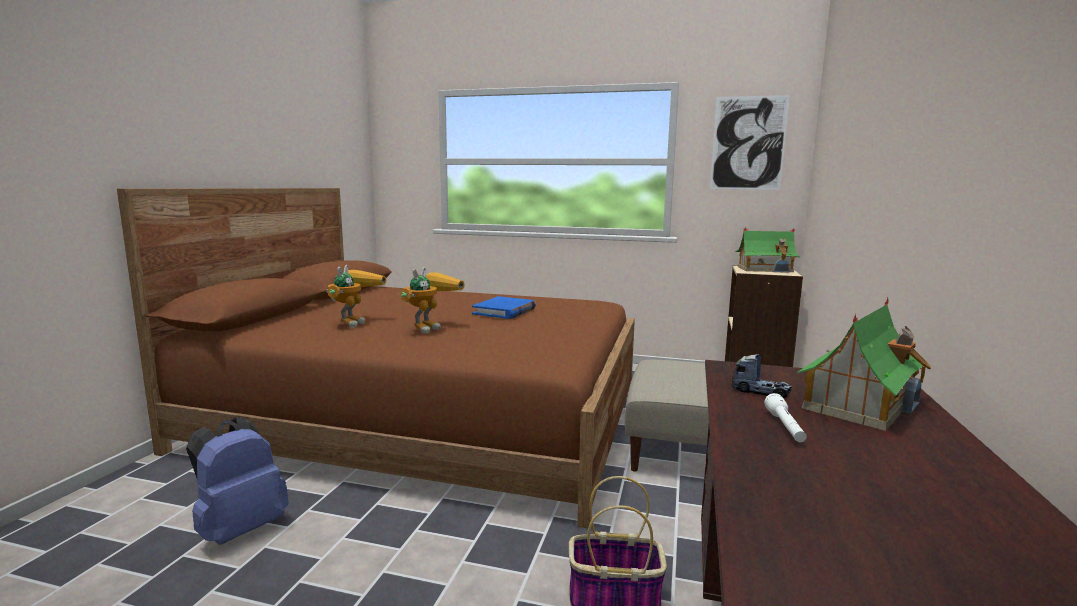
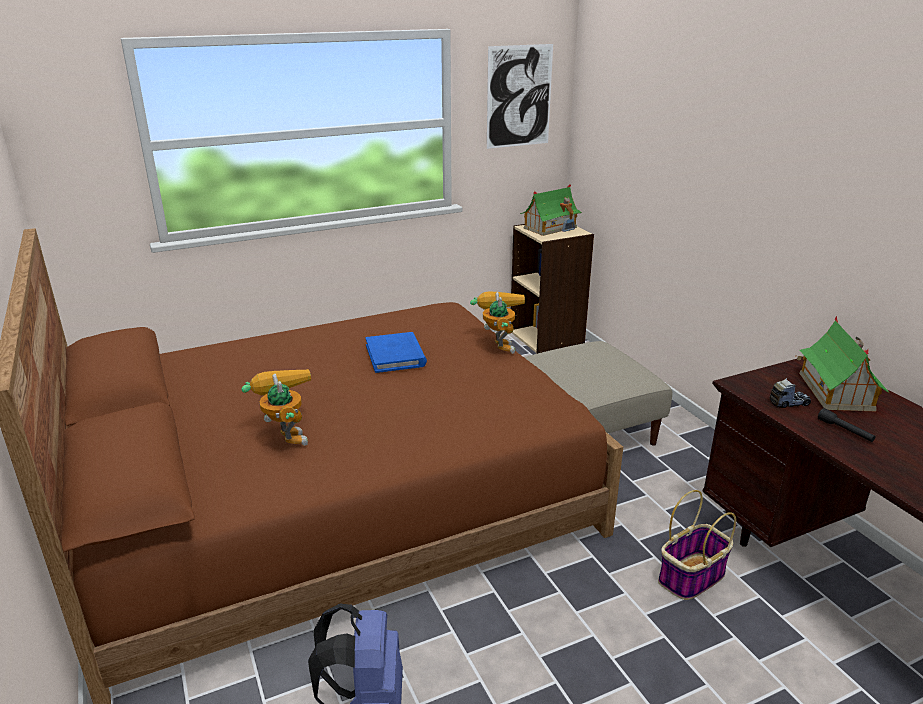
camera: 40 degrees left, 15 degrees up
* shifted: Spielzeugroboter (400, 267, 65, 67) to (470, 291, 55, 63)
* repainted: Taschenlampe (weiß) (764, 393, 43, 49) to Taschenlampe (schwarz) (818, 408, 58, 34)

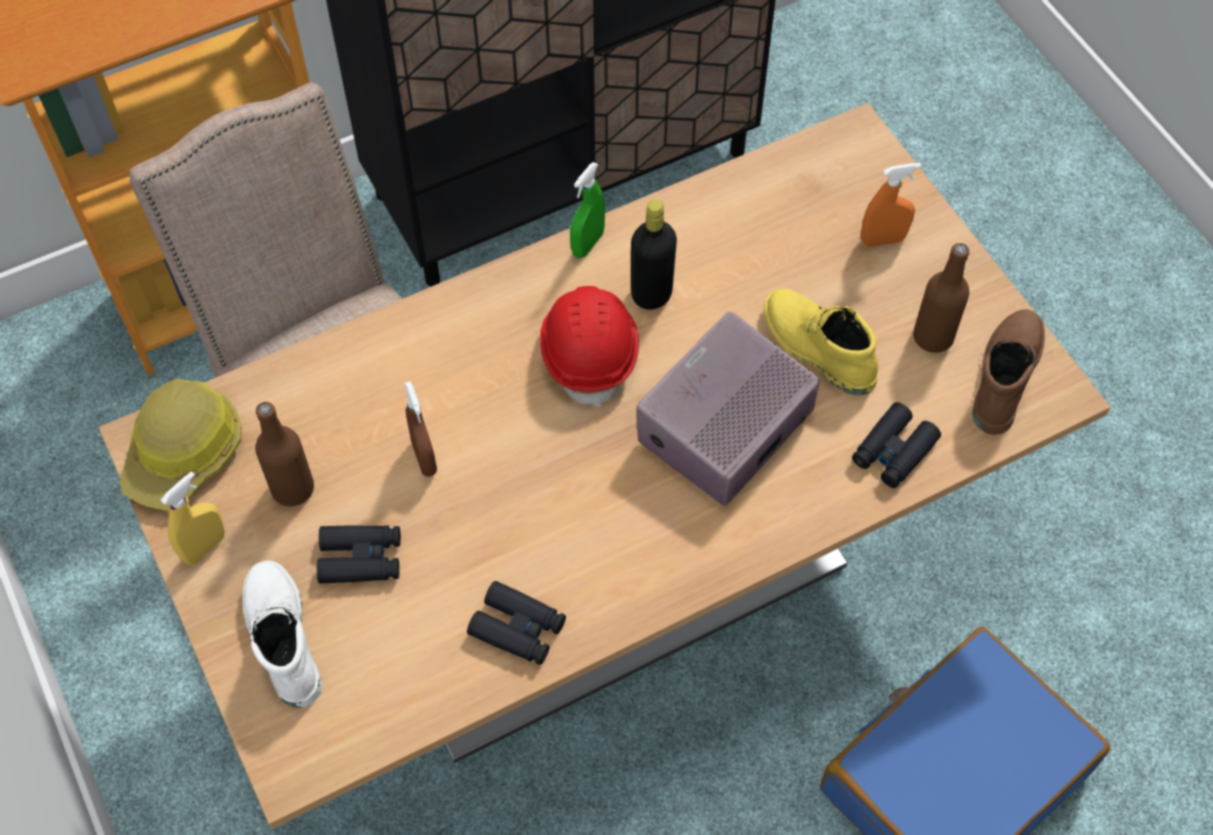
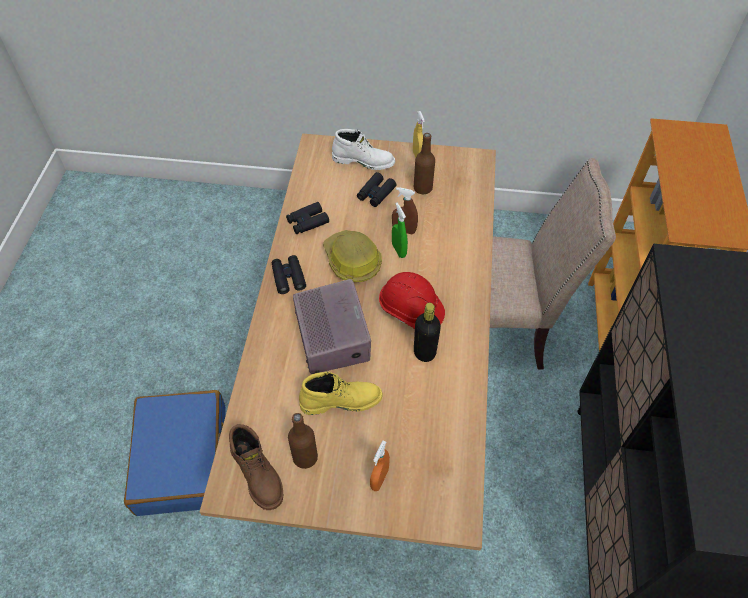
camera: 125 degrees right, 5 degrees down
* shifted: Schutzhelm (120, 379, 122, 132) to (323, 230, 59, 52)
* shifted: Sprühflasche (grün) (570, 162, 35, 96) to (392, 203, 16, 55)
* shifted: Fernglas (schwarz) (852, 402, 89, 86) to (272, 255, 34, 39)

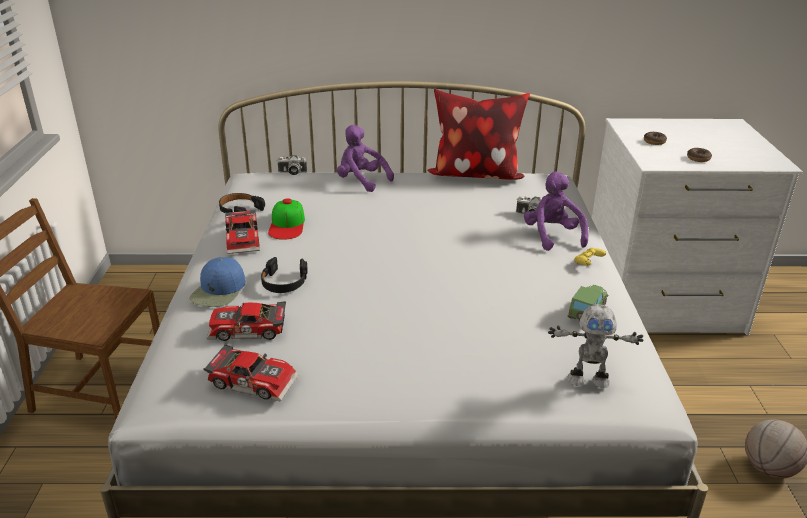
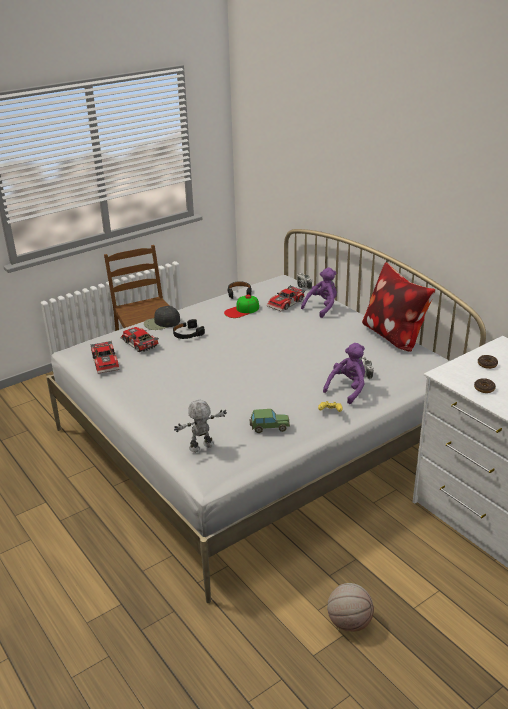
camera: 55 degrees right, 0 degrees up
* repainted: Kappe (blau) (190, 257, 56, 50) to Kappe (schwarz) (144, 306, 36, 24)
* shifted: Spielzeugauto (225, 209, 35, 45) to (267, 285, 38, 27)
* rotated: Plüschtier (lila) (337, 125, 57, 67) = (301, 268, 36, 50) 45 degrees clockwise
* rotated: Spielzeugroboter (548, 304, 95, 84) = (174, 400, 53, 53) 90 degrees clockwise

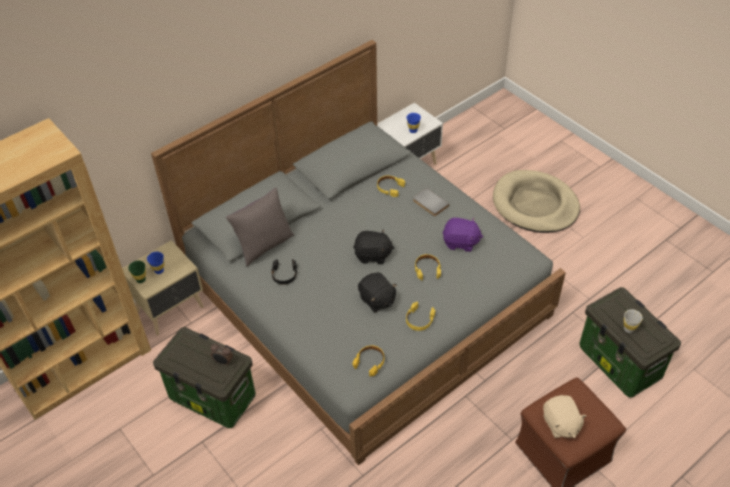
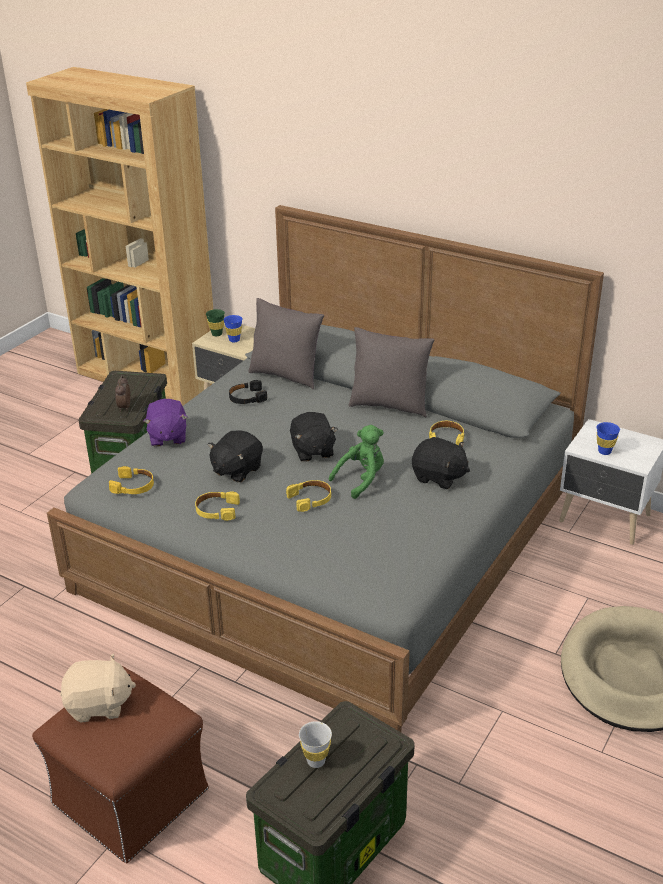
camera: 70 degrees right, 15 degrees down
* swapped: Buch (grau) (413, 188, 36, 28) to Plüschtier (schwarz) (412, 437, 58, 52)
* shifted: Plüschtier (lila) (442, 218, 41, 34) to (143, 399, 44, 48)
* rotated: Plüschtier (beige) (543, 395, 44, 43) = (60, 653, 76, 70) 150 degrees counterclockwise
* new: Plüschtier (grün) (329, 425, 55, 74)
* new: Kissen (grau) (349, 327, 86, 90)

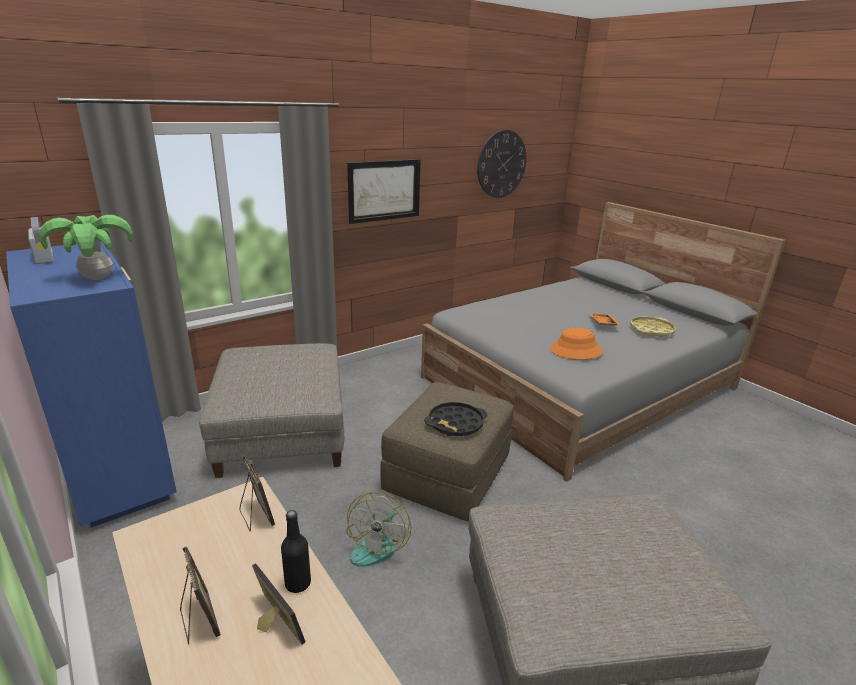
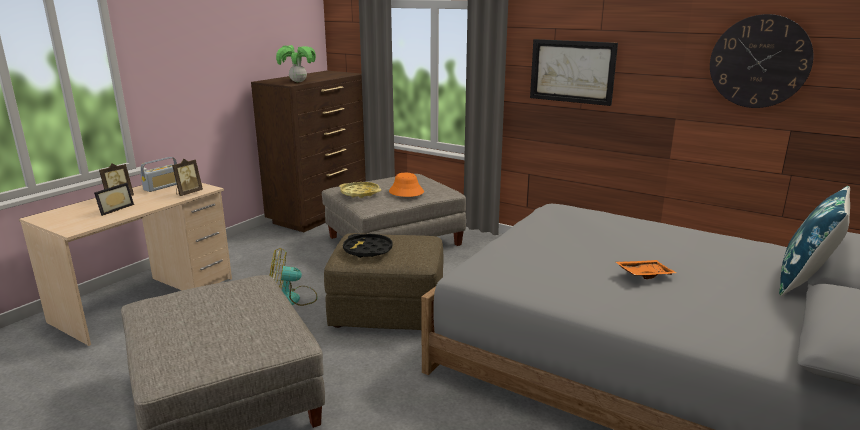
camera: 70 degrees right, 5 degrees down
* repainted: Kommode (blau) (6, 241, 171, 287) to Kommode (braun) (251, 71, 115, 161)
* shifted: Radio (28, 217, 26, 47) to (140, 157, 37, 35)
* gone: Flasche (schwarz) (281, 510, 30, 83)
* shifted: Hut (orange) (550, 328, 53, 31) to (389, 173, 35, 24)
* shifted: Tablett (gelb) (630, 317, 46, 20) to (339, 182, 42, 16)
* new: Kissen (blau) (779, 186, 71, 110)

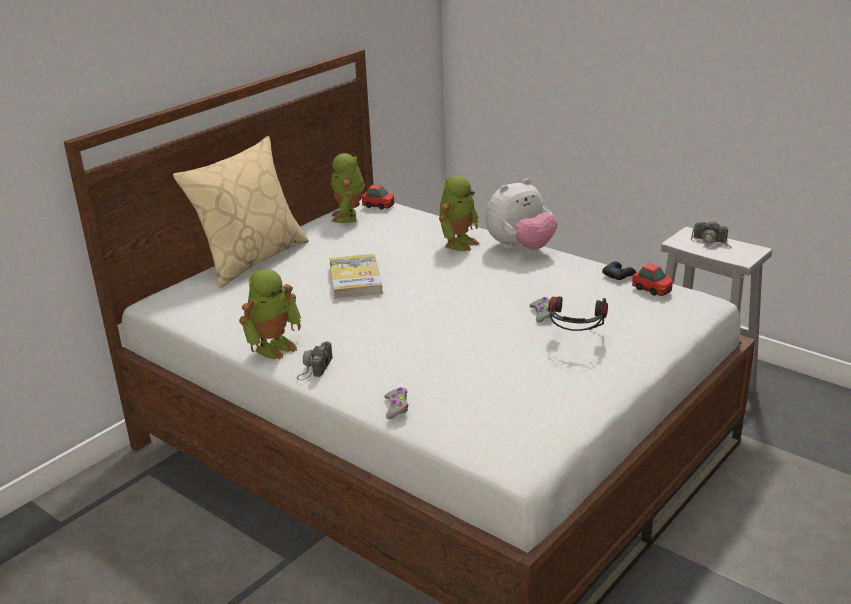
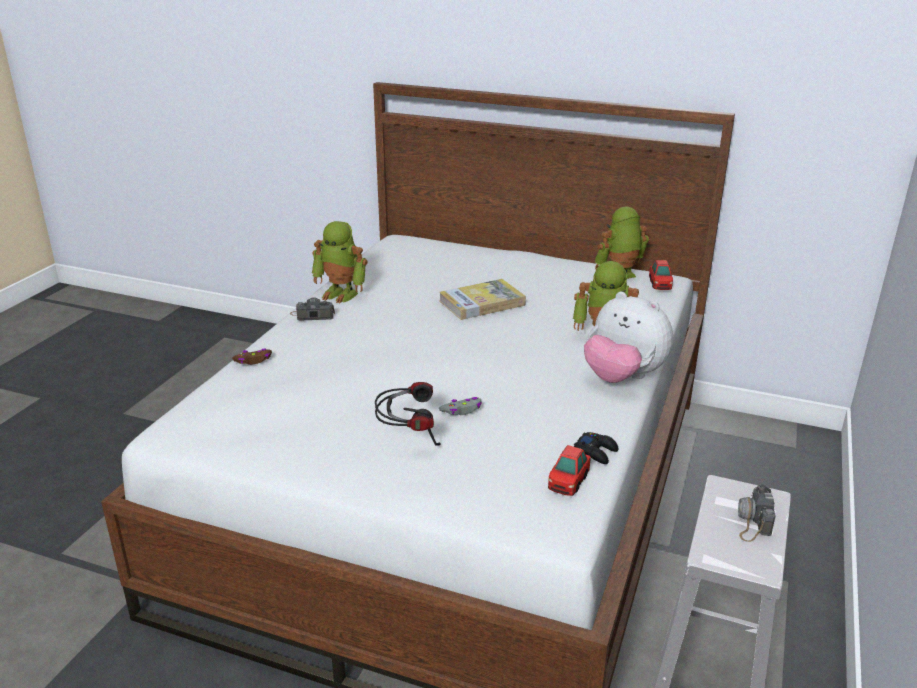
camera: 70 degrees right, 0 degrees up
* gone: Kissen (beige) (173, 136, 136, 152)
* repainted: Gamepad (grau) (384, 387, 24, 32) to Gamepad (braun) (232, 348, 40, 17)

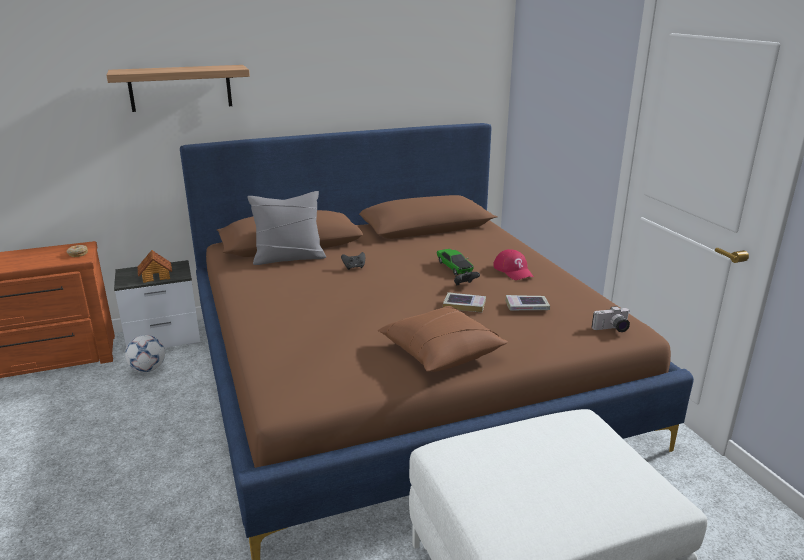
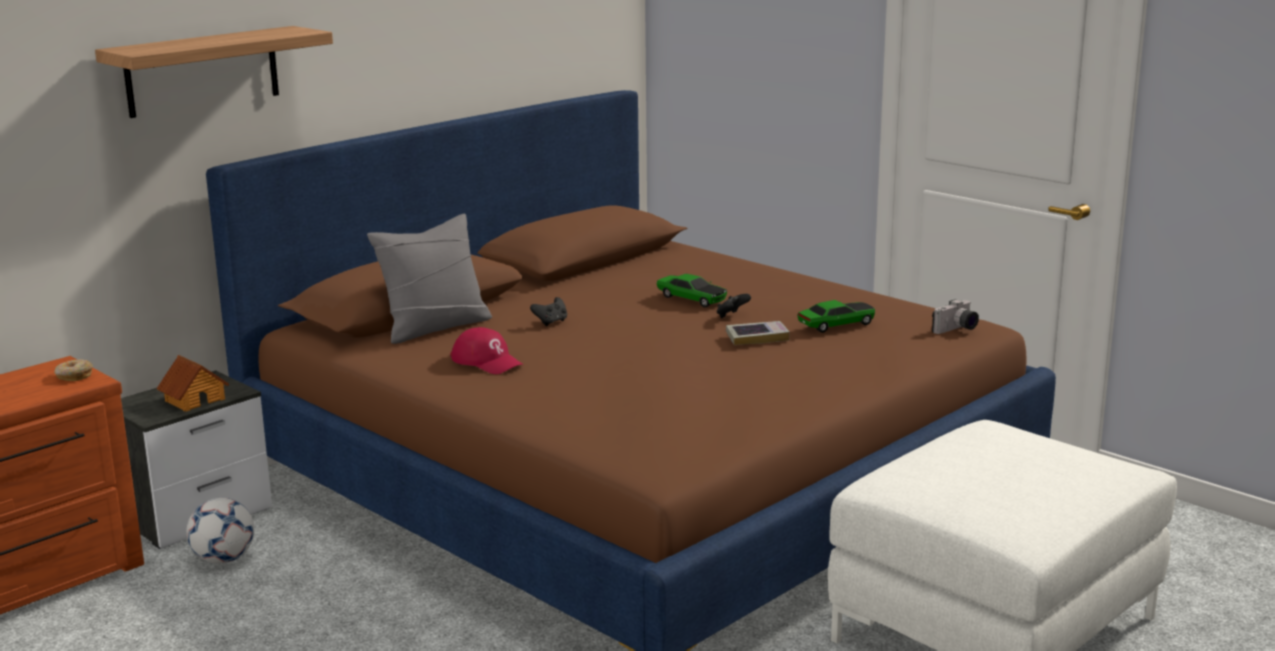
camera: 25 degrees left, 5 degrees down
* gone: Kissen (braun) (378, 306, 130, 66)
* shifted: Kappe (rot) (493, 249, 41, 31) to (450, 327, 74, 47)
* swapped: Buch (506, 295, 44, 15) to Spielzeugauto (797, 300, 78, 33)

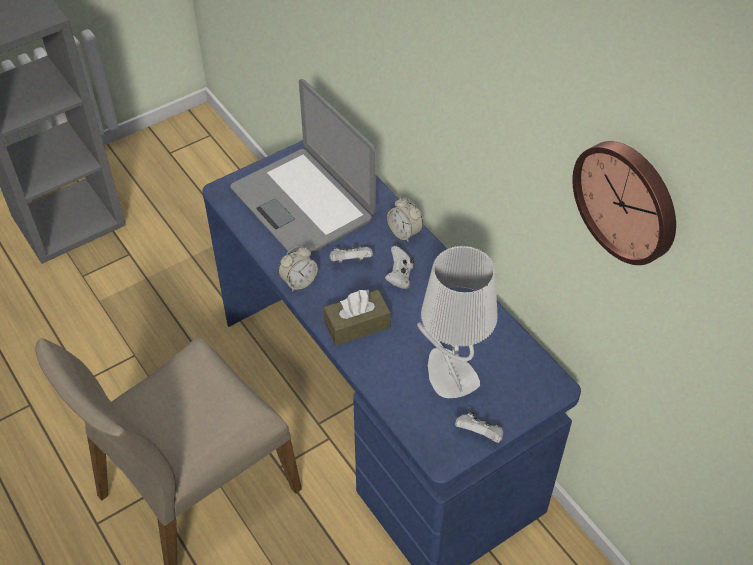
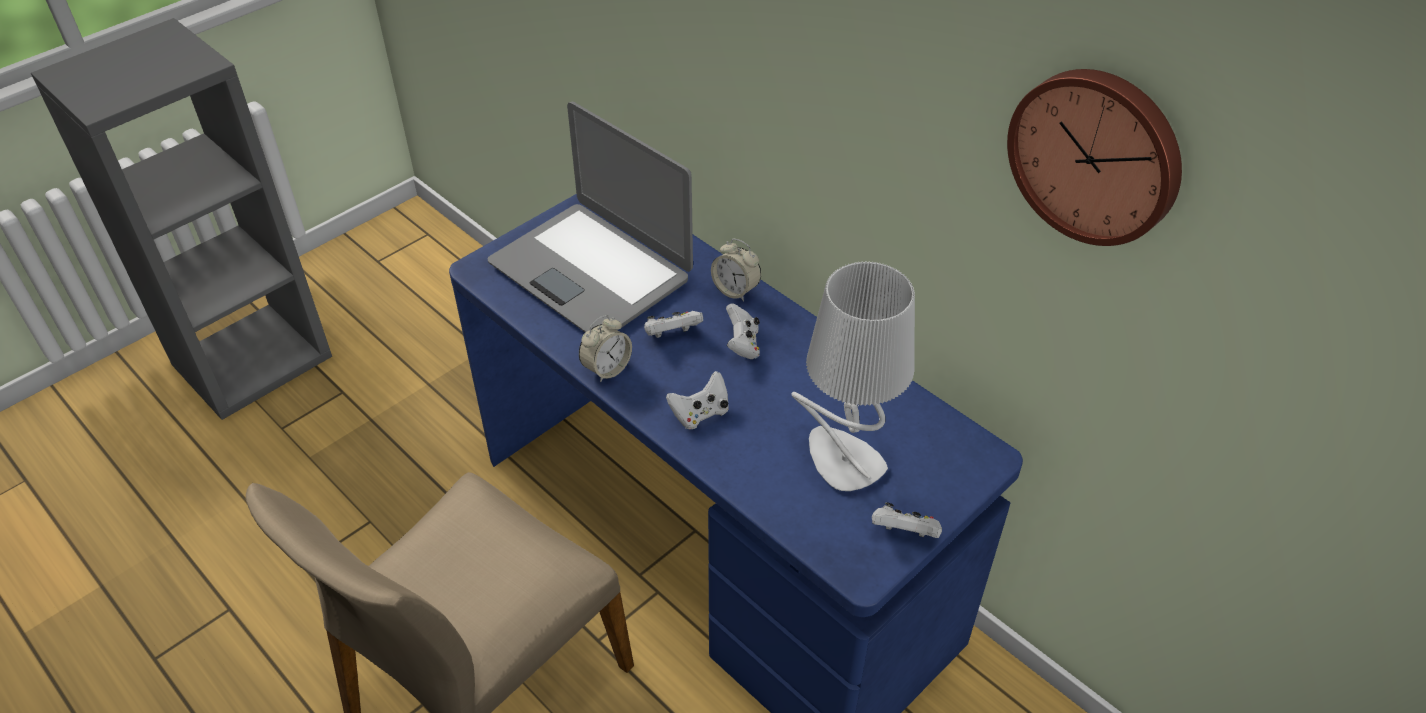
camera: 10 degrees left, 5 degrees down
* swapped: Taschentuchbox (braun) (324, 289, 67, 57) to Gamepad (weiß) (666, 371, 63, 58)

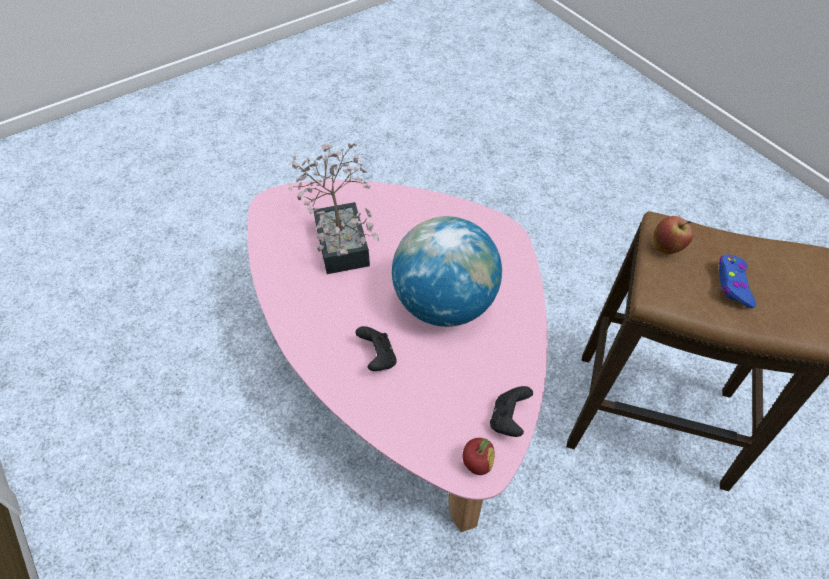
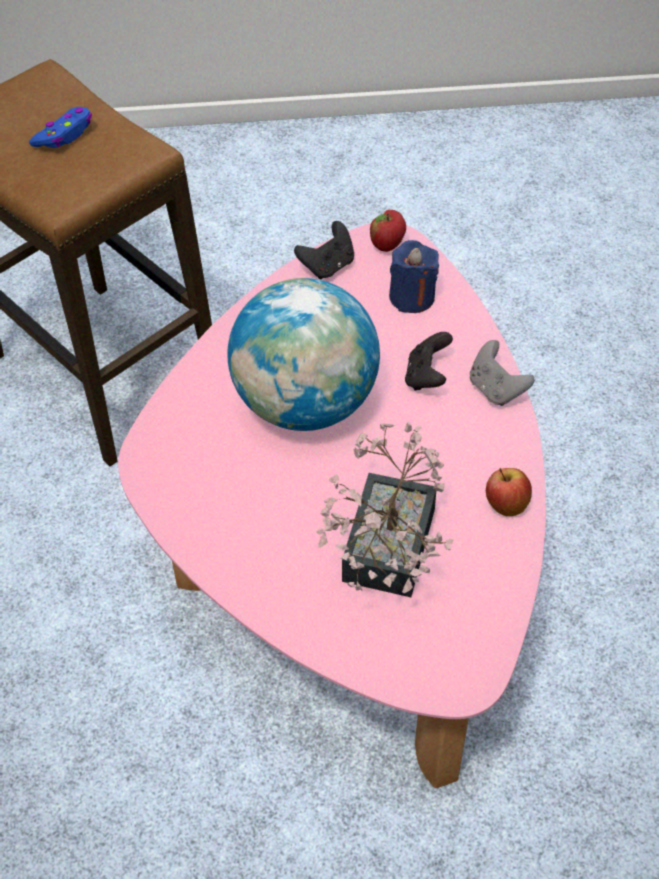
camera: 150 degrees left, 0 degrees up
* shifted: Apfel (653, 216, 40, 39) to (486, 468, 46, 48)
* new: Kerze (blau) (389, 240, 50, 73)
* new: Gamepad (grau) (470, 340, 65, 66)

